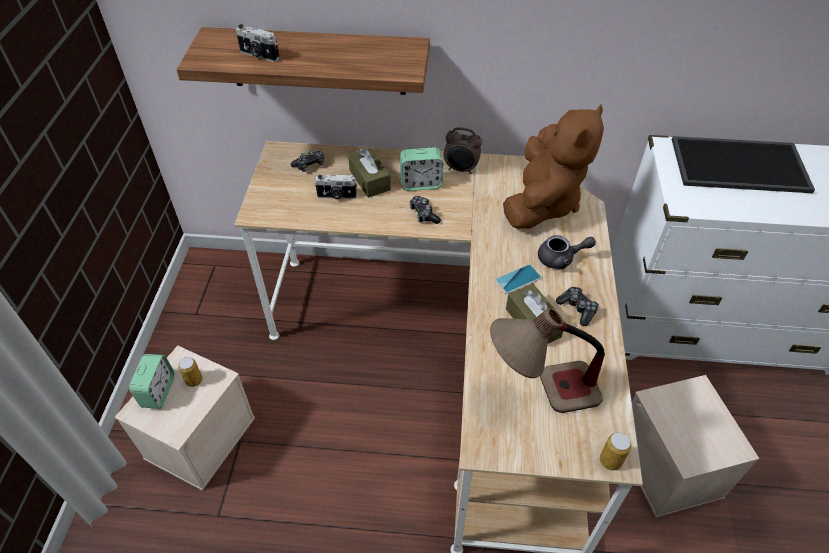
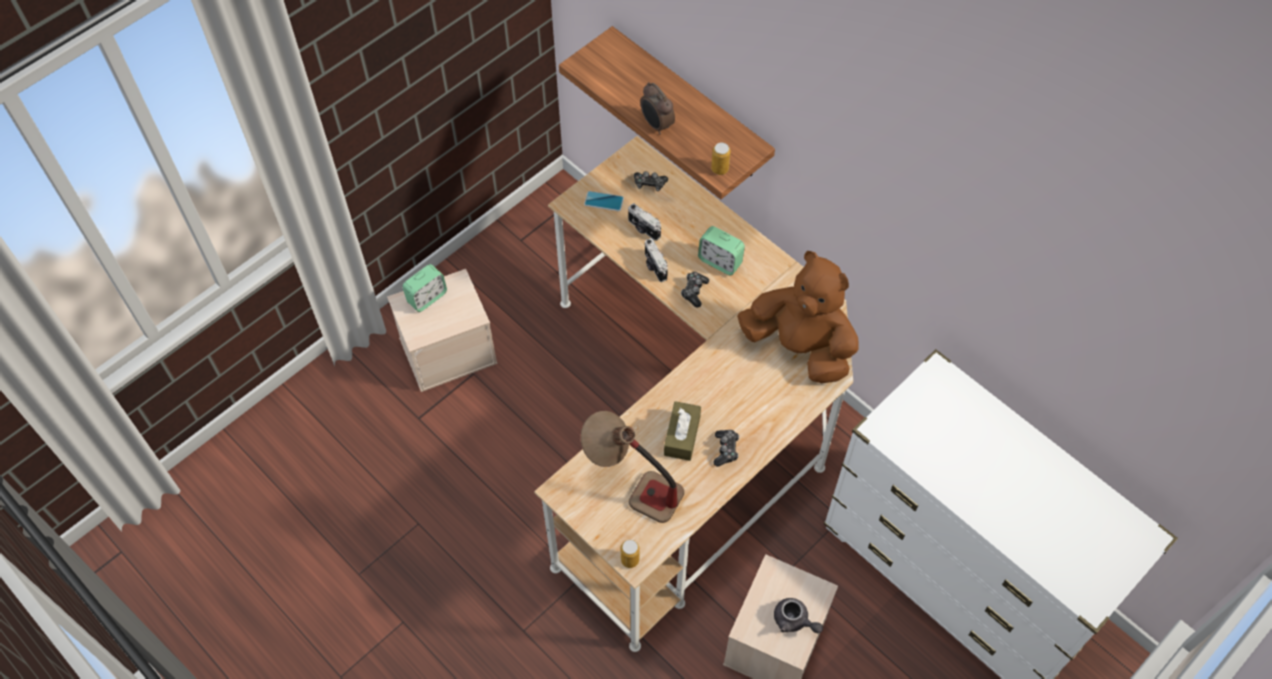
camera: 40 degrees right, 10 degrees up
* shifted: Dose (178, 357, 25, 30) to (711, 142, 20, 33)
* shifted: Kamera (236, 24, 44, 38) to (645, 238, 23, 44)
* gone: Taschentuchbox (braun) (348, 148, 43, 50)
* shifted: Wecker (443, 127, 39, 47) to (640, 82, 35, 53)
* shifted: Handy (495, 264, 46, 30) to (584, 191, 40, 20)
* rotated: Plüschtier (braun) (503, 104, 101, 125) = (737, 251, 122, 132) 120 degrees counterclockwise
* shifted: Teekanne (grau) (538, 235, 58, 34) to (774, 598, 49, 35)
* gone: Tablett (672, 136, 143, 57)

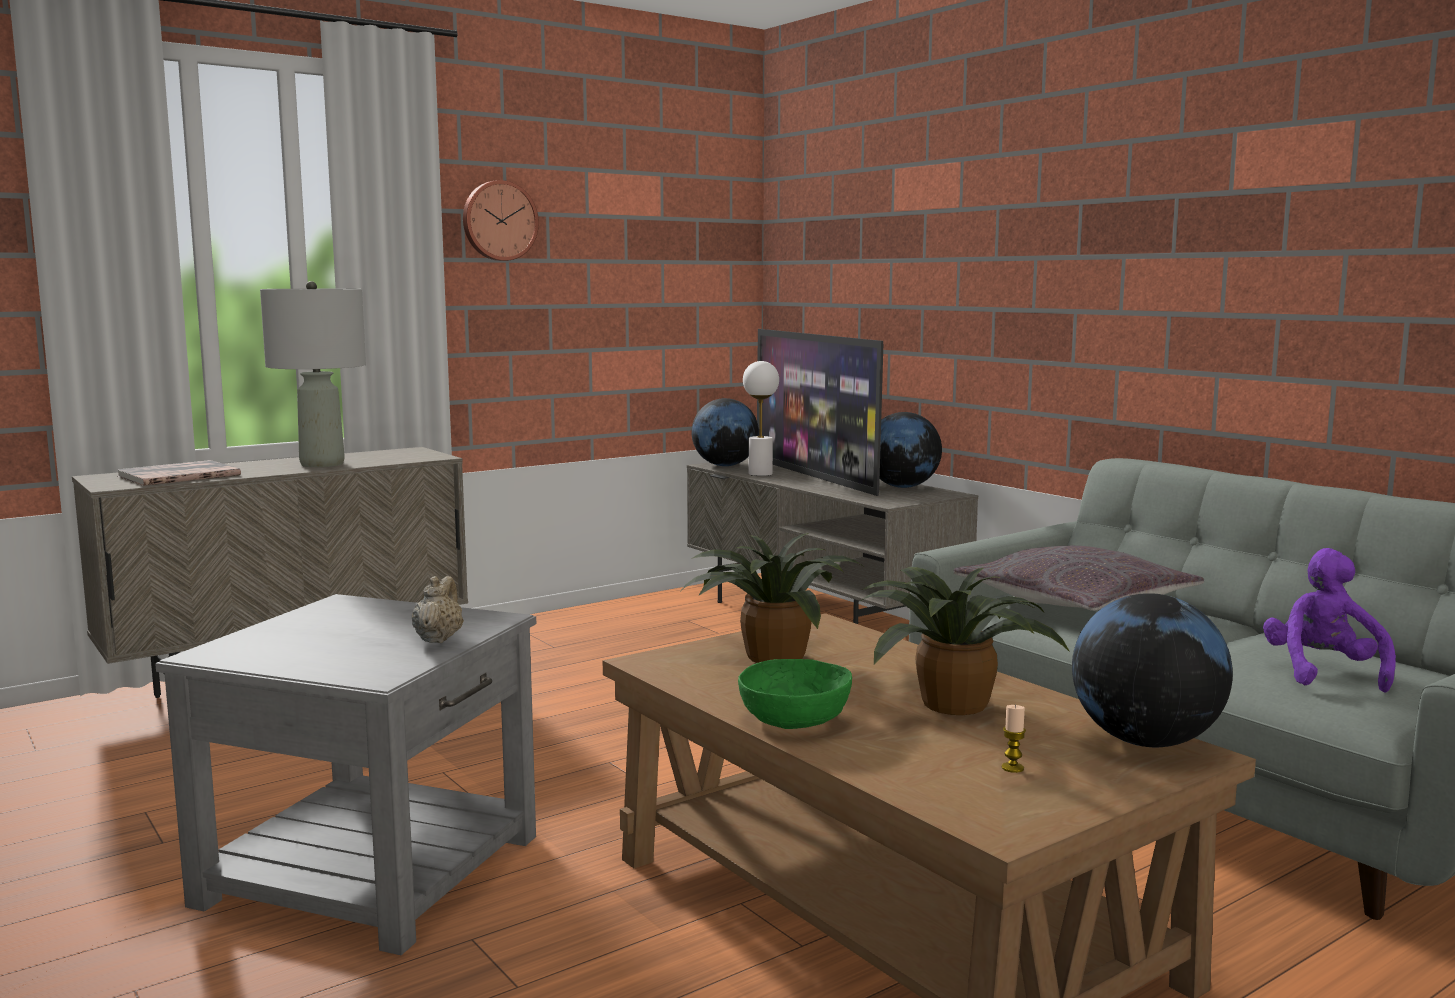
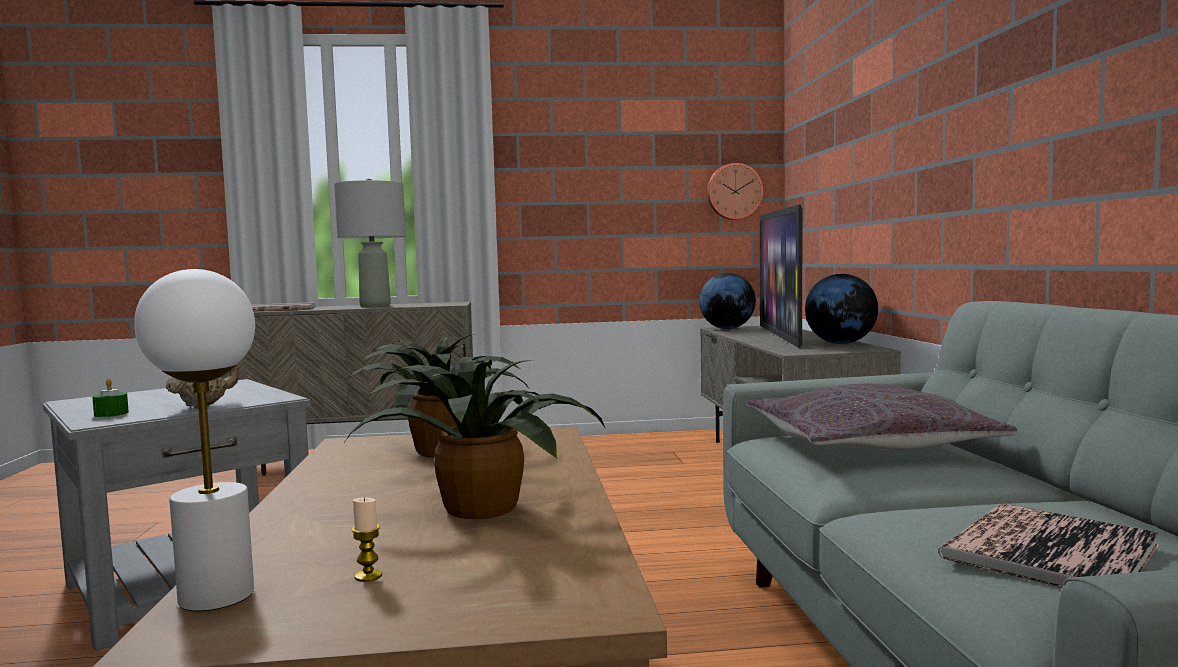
camera: 30 degrees right, 5 degrees down
* shifted: Wanduhr (463, 180, 76, 81) to (707, 163, 56, 57)
* gone: Schüssel (grün) (738, 659, 114, 70)
* shifted: Tischlampe (weiß) (743, 361, 36, 115) to (134, 269, 121, 342)
* gone: Globus (1072, 593, 161, 154)
* swapped: Plüschtier (lila) (1263, 548, 133, 145) to Buch (938, 503, 222, 85)
* new: Kerze (grün) (92, 379, 37, 38)

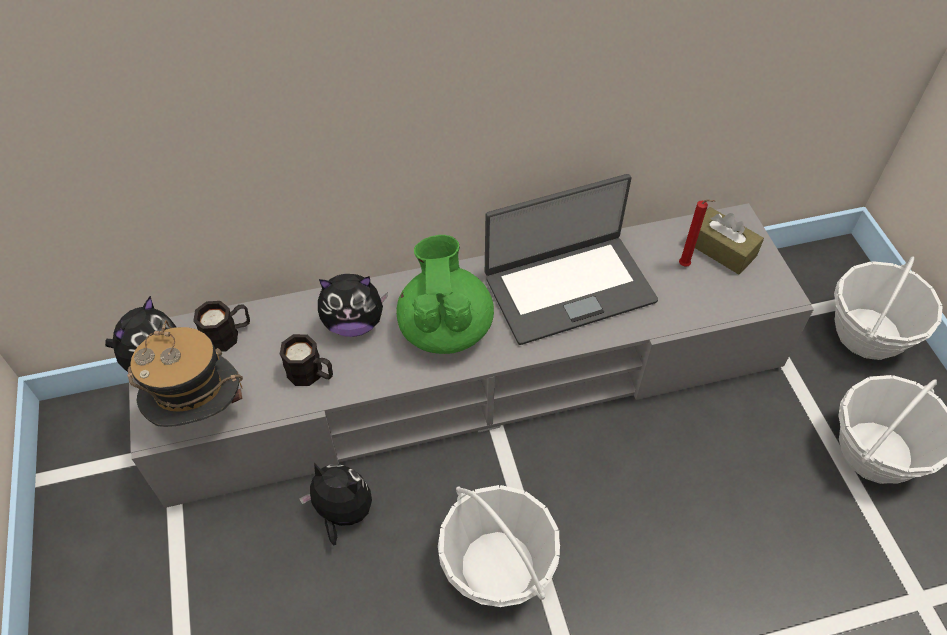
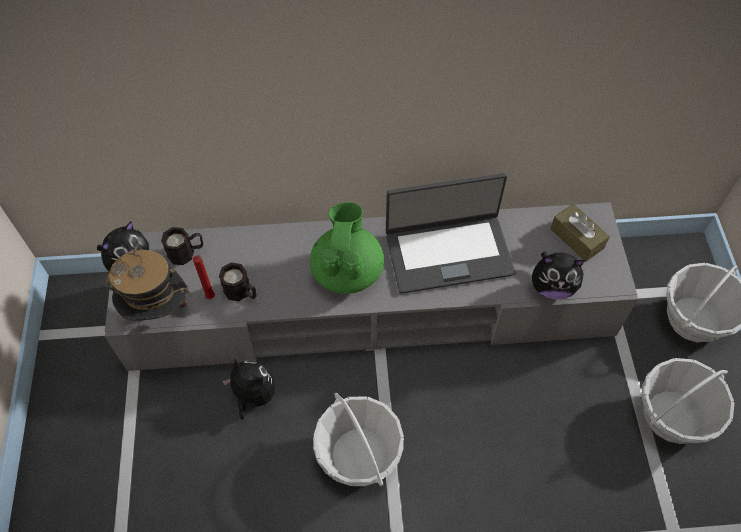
camera: 10 degrees right, 5 degrees up
* shifted: Plüschtier (318, 274, 70, 63) to (532, 252, 53, 47)
* shifted: Kerze (rot) (679, 199, 36, 68) to (193, 255, 22, 44)

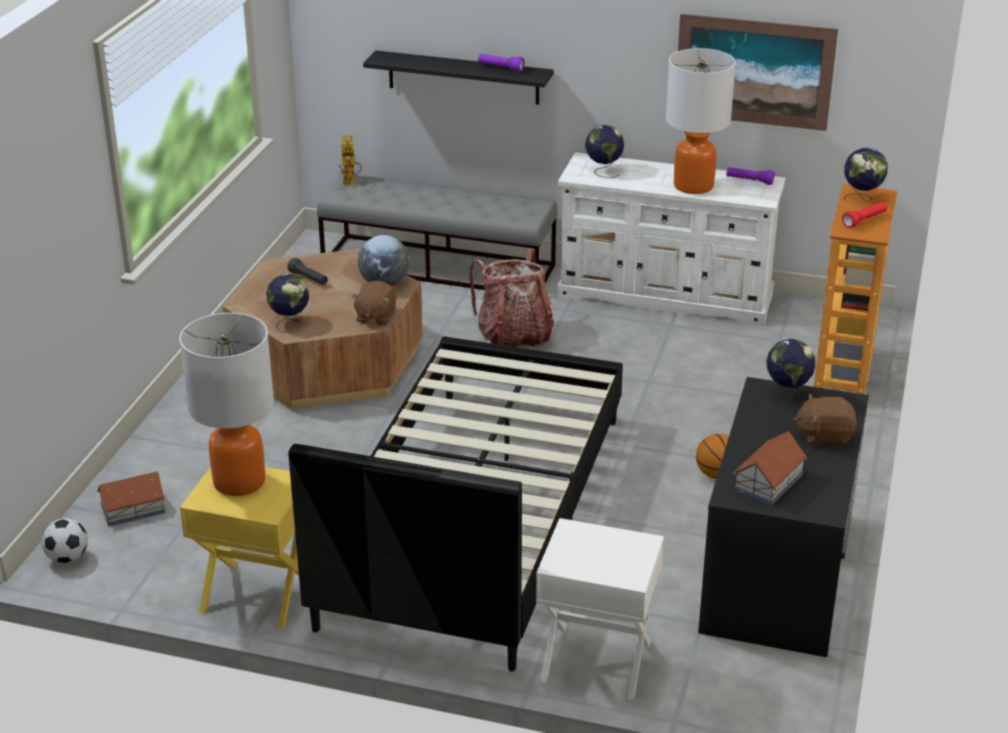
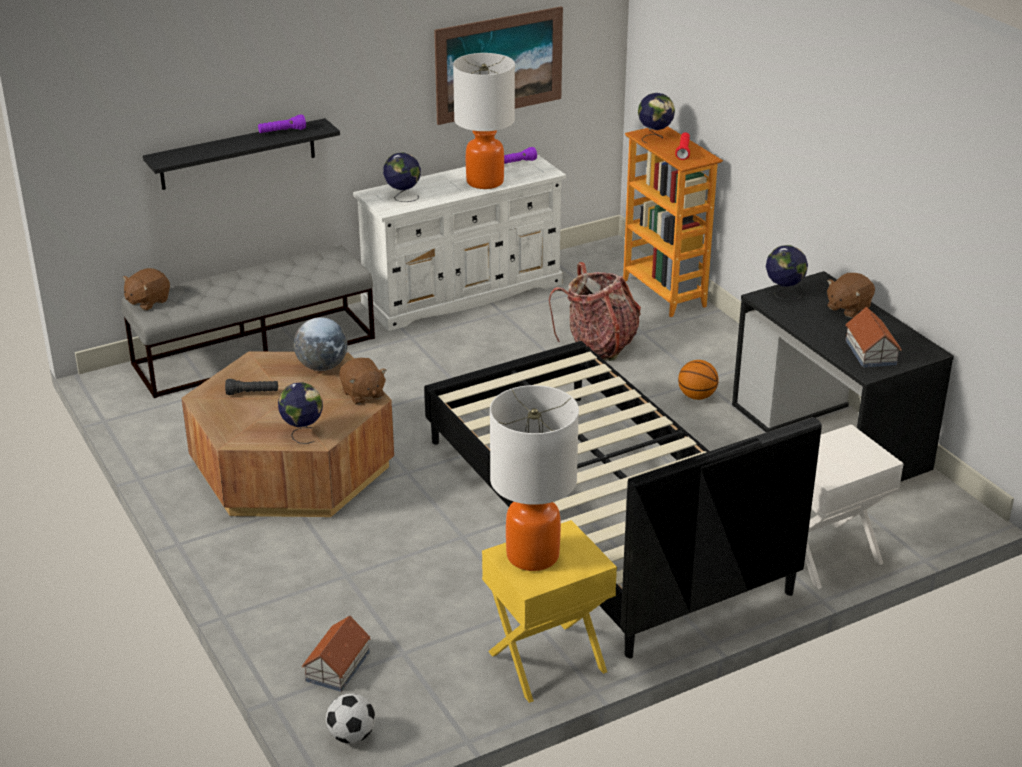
camera: 45 degrees left, 0 degrees up
* swapped: Spielzeugroboter (339, 135, 23, 50) to Plüschtier (braun) (123, 268, 47, 42)
* shifted: Rucksack (469, 249, 85, 99) to (549, 262, 92, 99)

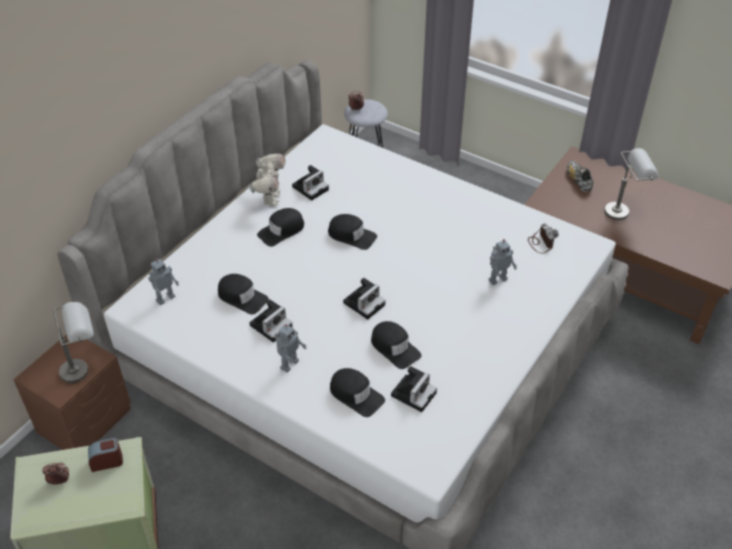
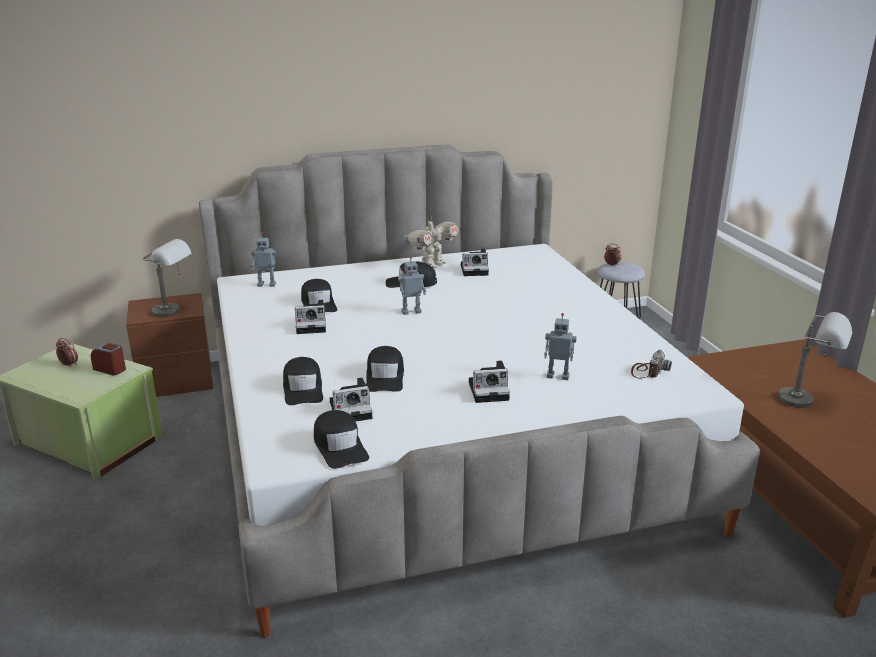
camera: 40 degrees right, 20 degrees down
* shifted: Spielzeugroboter (275, 324, 32, 48) to (398, 256, 28, 59)
* shifted: Kappe (schwarz) (328, 214, 49, 36) to (314, 410, 55, 59)
* shifted: Kamera (343, 278, 43, 42) to (469, 361, 41, 42)
* gone: Schuh (567, 161, 26, 31)

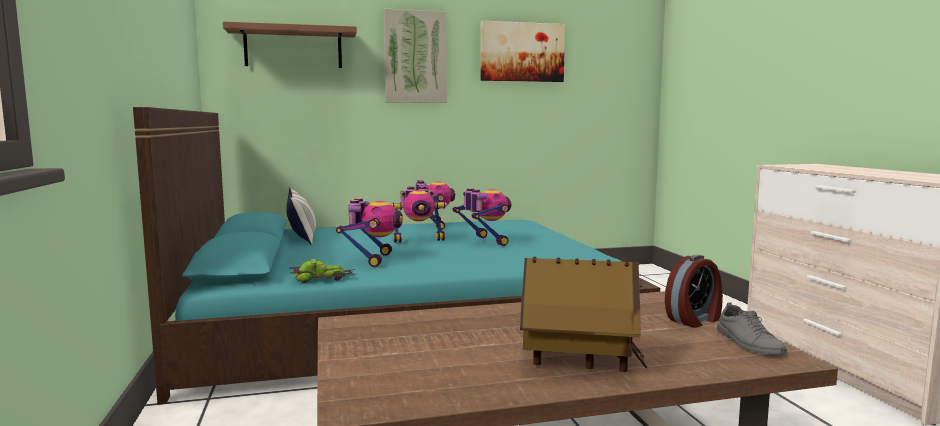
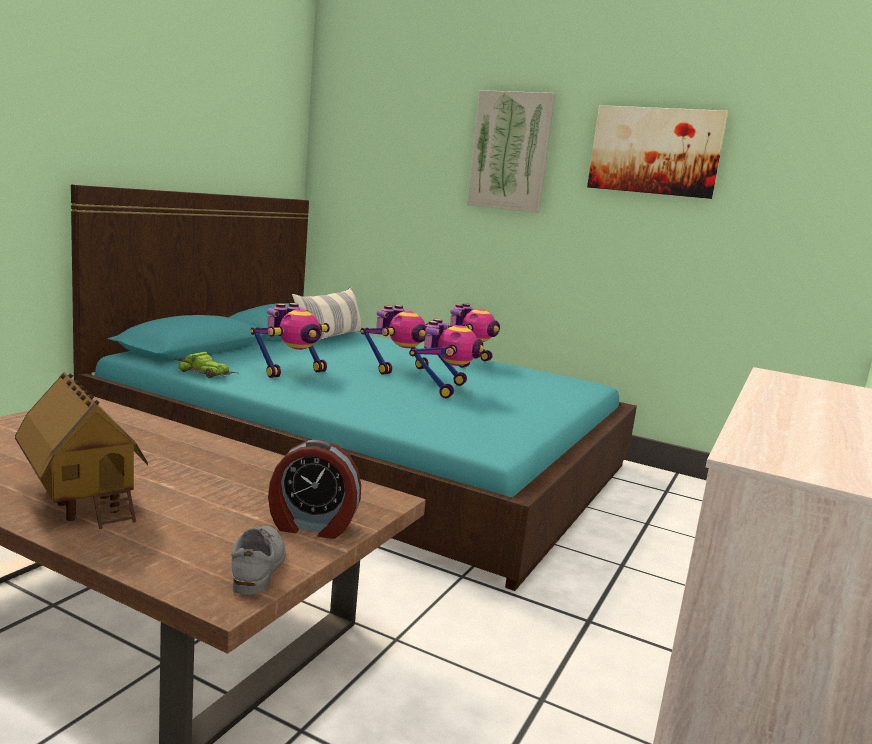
camera: 40 degrees right, 5 degrees up
* gone: Wandregal (223, 21, 134, 47)
* rotated: Spielzeugroboter (392, 186, 55, 57) = (361, 305, 68, 70) 75 degrees counterclockwise
* rotated: Schuh (grau) (717, 302, 70, 52) = (231, 526, 55, 69) 150 degrees clockwise

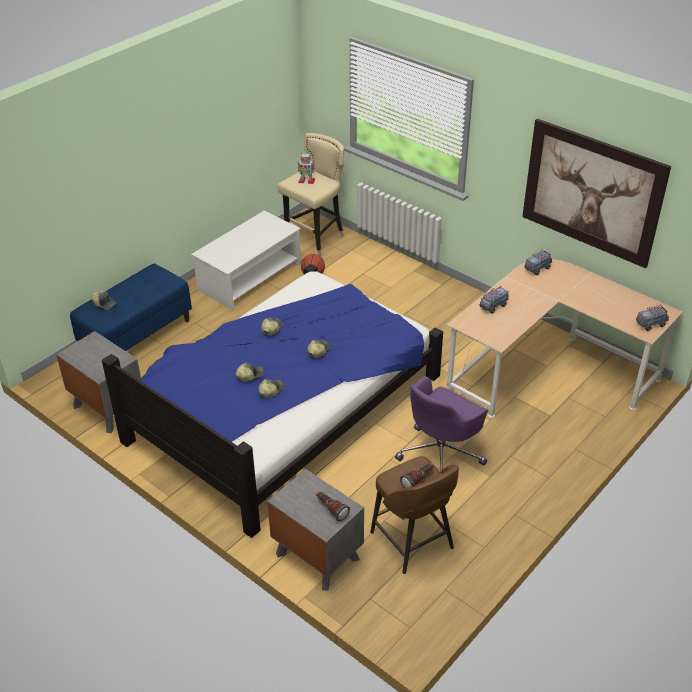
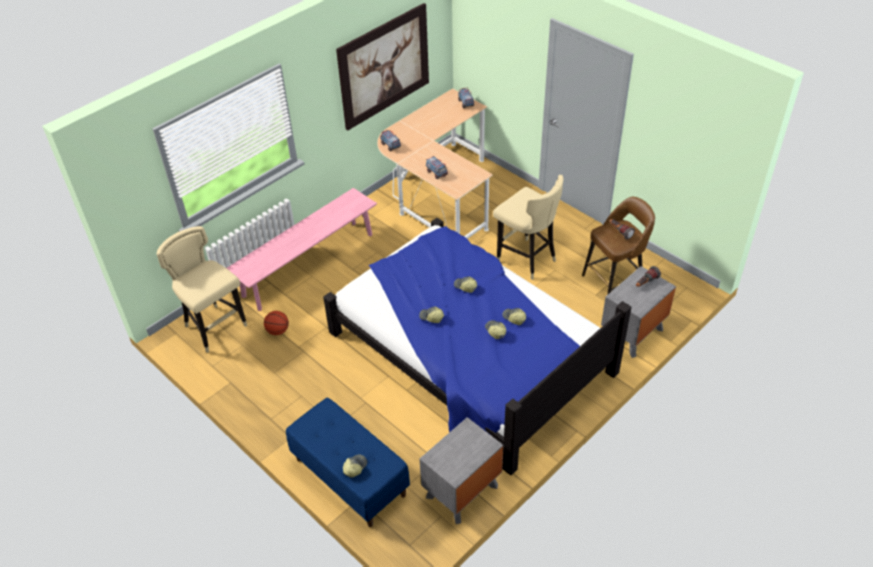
camera: 85 degrees left, 5 degrees up
* gone: Couchtisch (weiß) (191, 211, 110, 99)
* gone: Spielzeugroboter (298, 153, 17, 31)
* swapped: Bürostuhl (lila) (395, 376, 93, 94) to Hocker (beige) (493, 175, 71, 105)
* new: Bank (rosa) (227, 188, 150, 123)

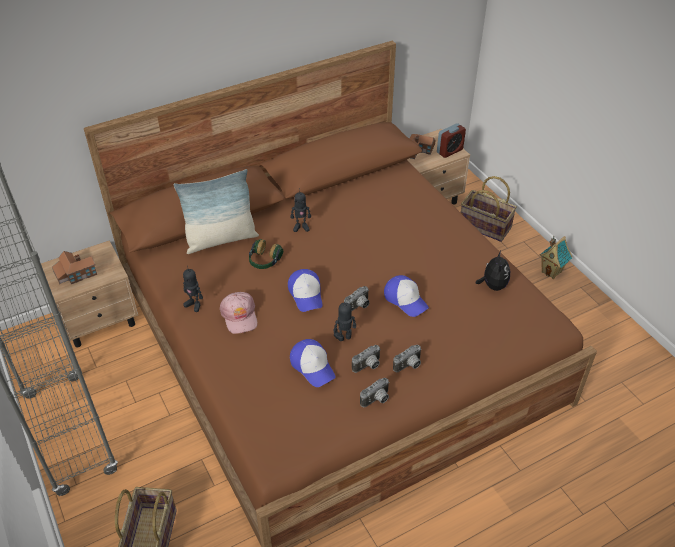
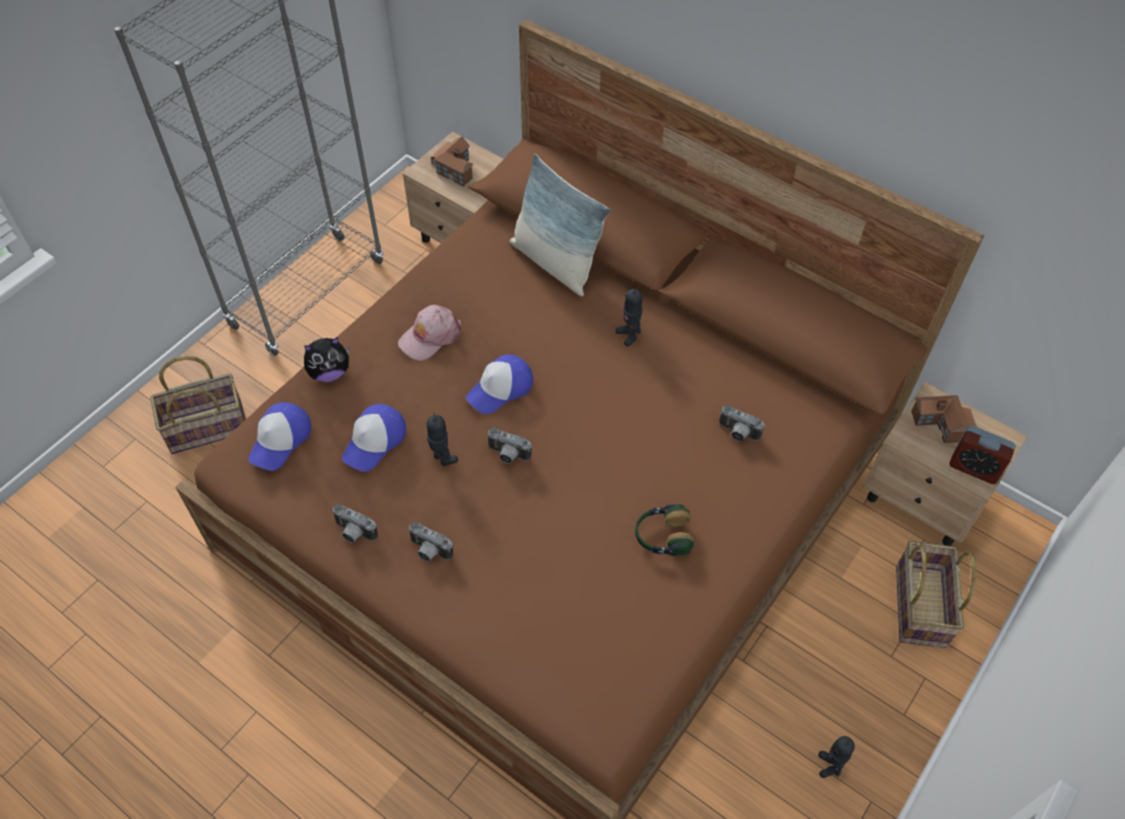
camera: 65 degrees right, 10 degrees up
* shifted: Spielzeugroboter (183, 265, 20, 47) to (818, 736, 37, 42)
* shifted: Kopfhörer (249, 239, 34, 30) to (635, 504, 59, 52)
* shifted: Kamera (352, 345, 29, 28) to (719, 405, 45, 36)
* shifted: Kappe (384, 275, 45, 42) to (248, 402, 63, 69)
* shifted: Plüschtier (476, 251, 34, 40) to (304, 337, 46, 45)
* gone: Spielzeughaus (540, 236, 32, 43)

